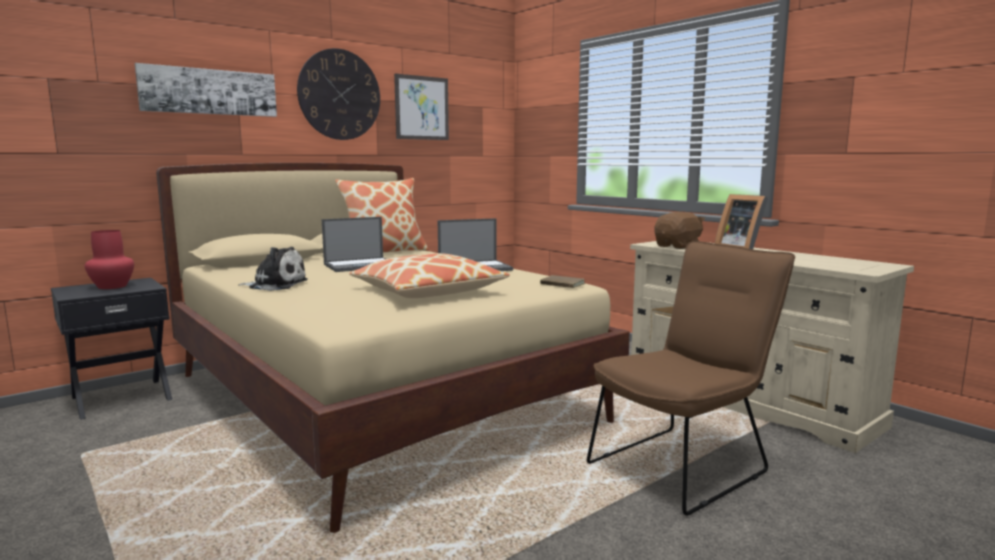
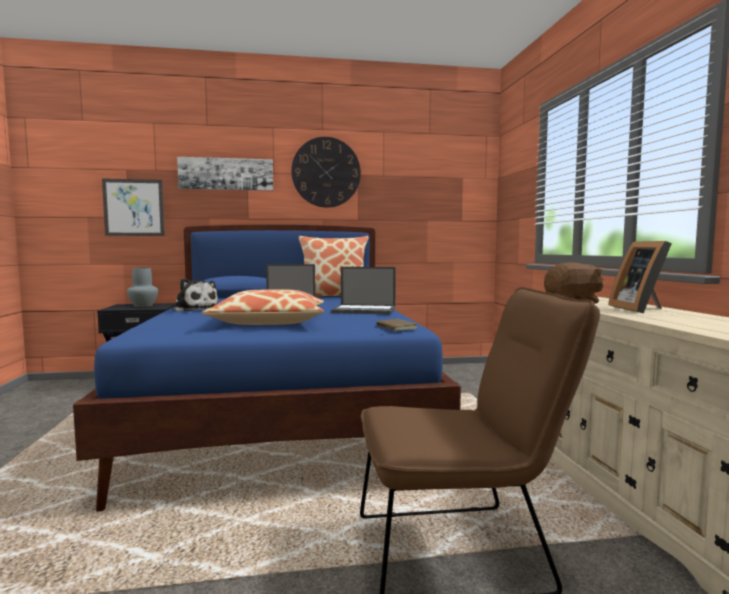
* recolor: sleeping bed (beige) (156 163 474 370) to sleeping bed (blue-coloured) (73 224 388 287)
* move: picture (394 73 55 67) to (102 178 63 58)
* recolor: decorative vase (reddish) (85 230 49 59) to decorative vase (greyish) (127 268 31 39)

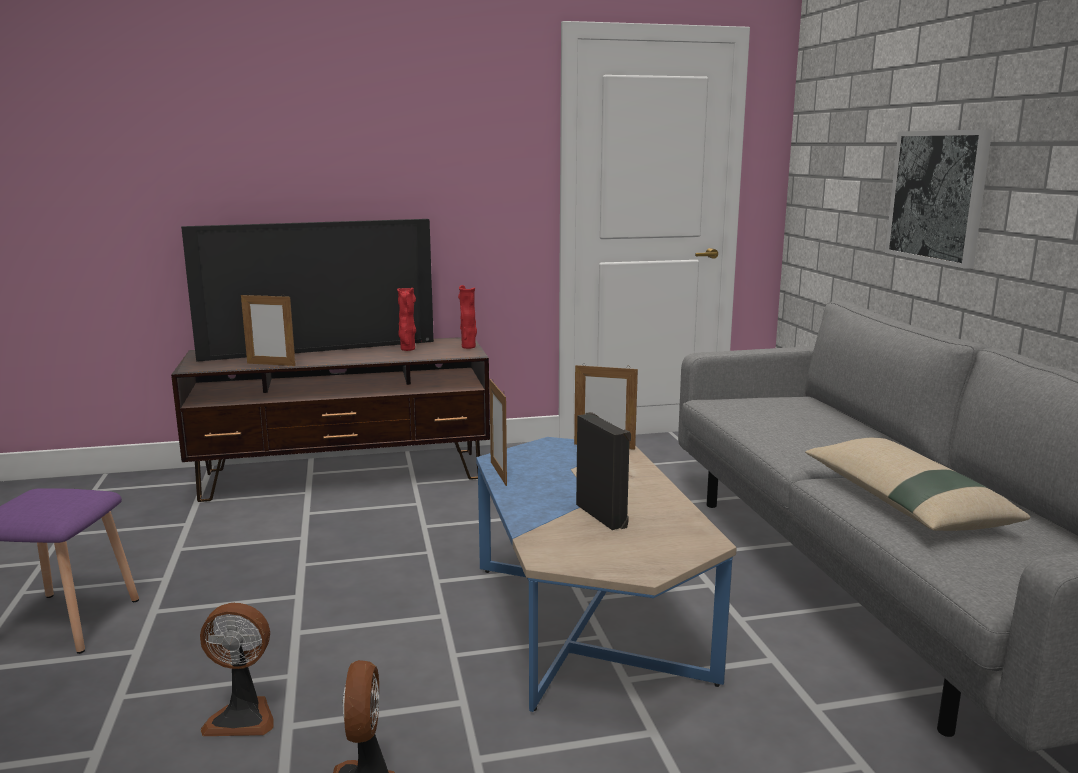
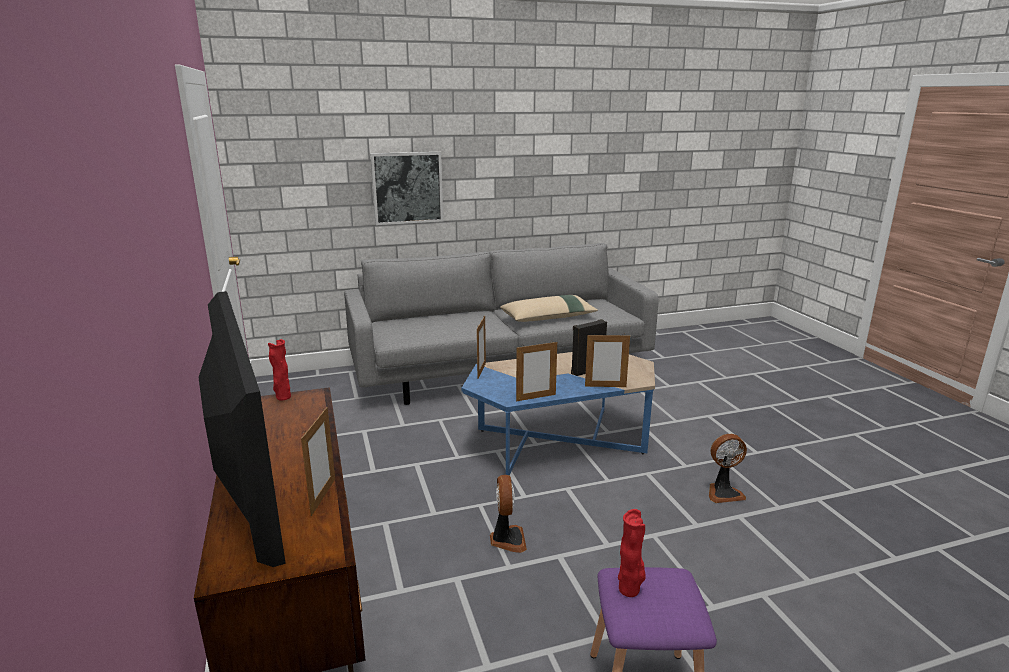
* move: cooling fan (200 603 74 133) to (490 475 37 78)
* insert: picture frame (585 333 45 54)
* move: decorative vase (reddish) (397 288 19 63) to (618 509 28 88)

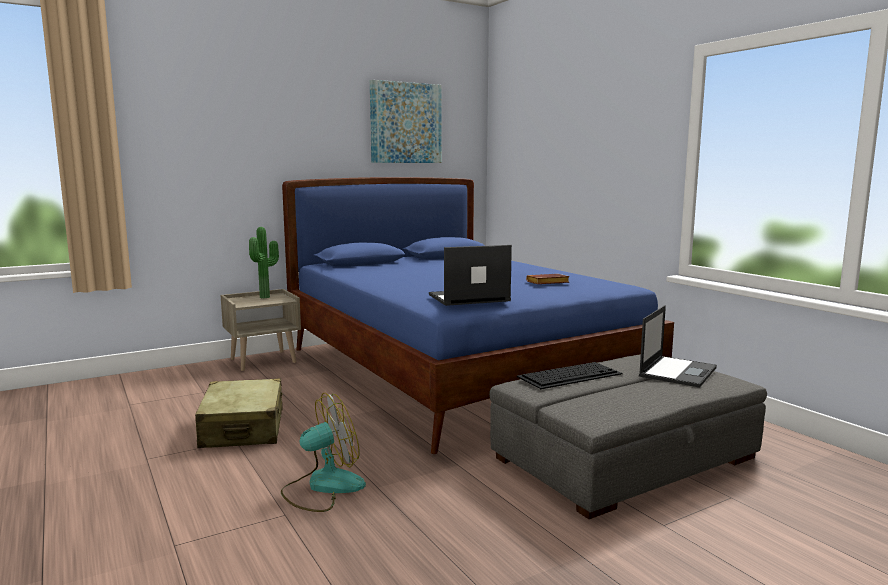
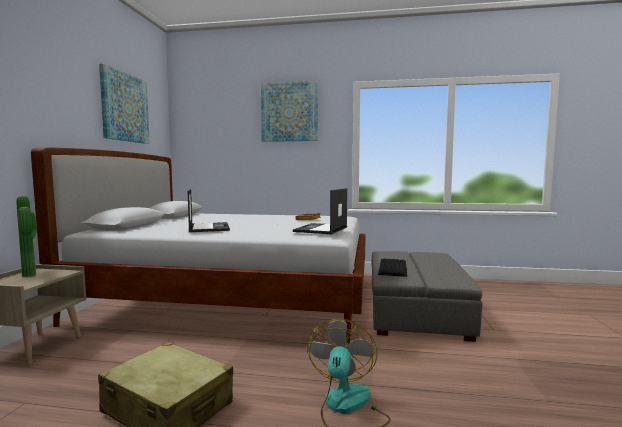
* recolor: sleeping bed (blue-coloured) (282 177 392 277) to sleeping bed (white-coloured) (31 148 335 196)
* move: portable computer (639 305 78 83) to (188 189 42 43)
* insert: picture (261 81 57 61)

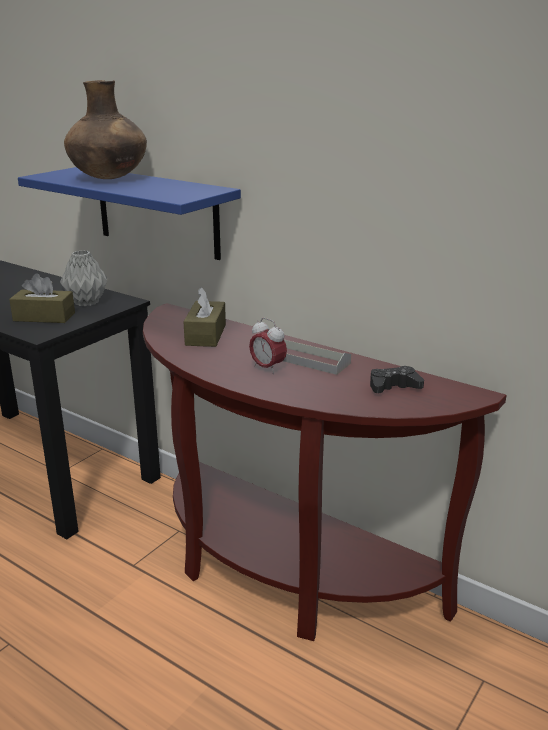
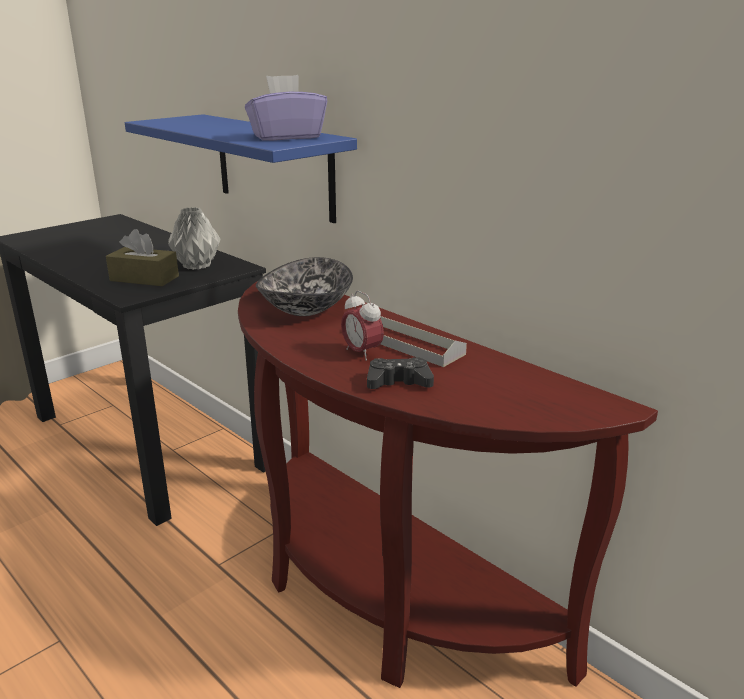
* insert: box of tissues (purple-coloured) (245 75 82 66)
* replace: box of tissues (brownish) (183 287 43 60) to bowl (256 257 97 59)
* move: gamepad (black-coloured) (370 366 54 27) to (367 357 67 32)
* delete: decorative vase (brownish) (64 80 83 99)

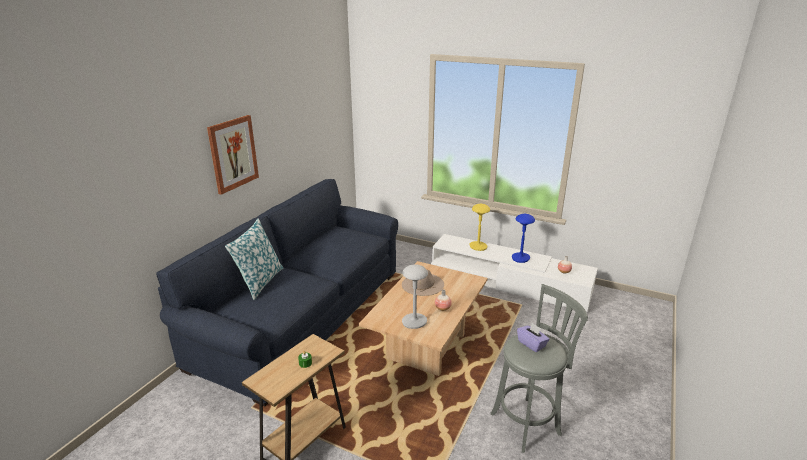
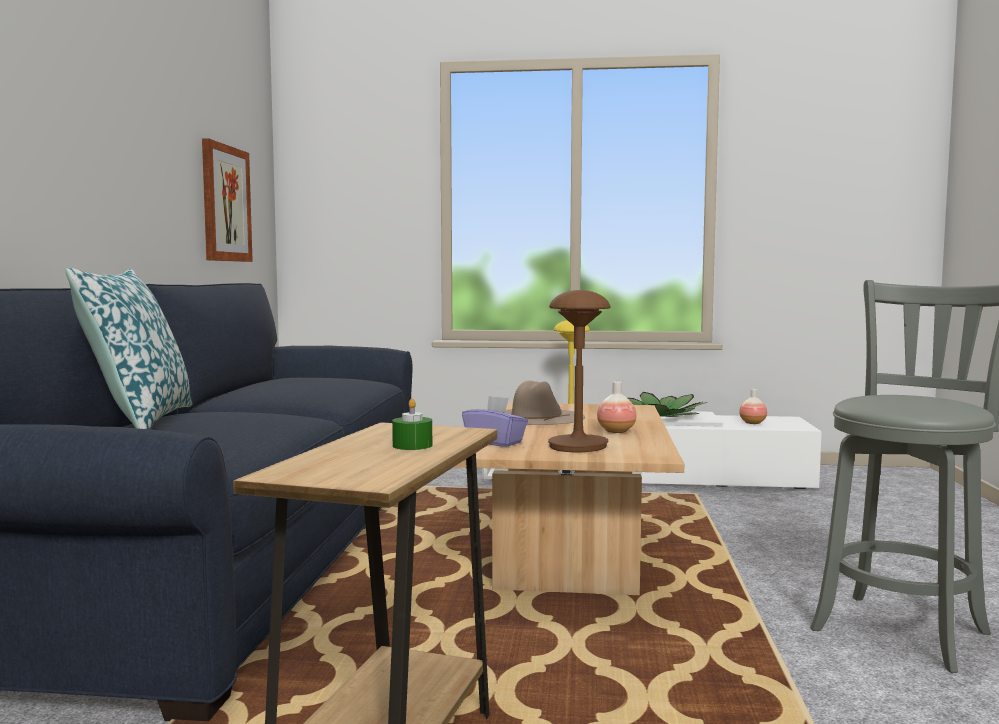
* move: picture (207 115 52 80) to (202 138 51 124)
* move: box of tissues (purple-coloured) (517 323 33 29) to (462 396 66 51)
* recolor: lamp for a table (greyish) (402 264 26 65) to lamp for a table (brownish) (548 290 63 162)
* replace: lamp for a table (blue-coloured) (512 214 23 49) to plant in a pot (628 392 80 25)

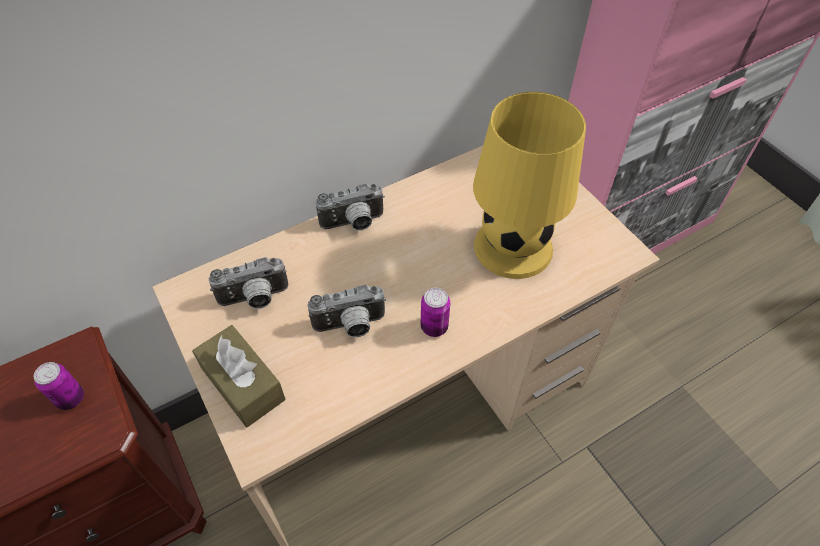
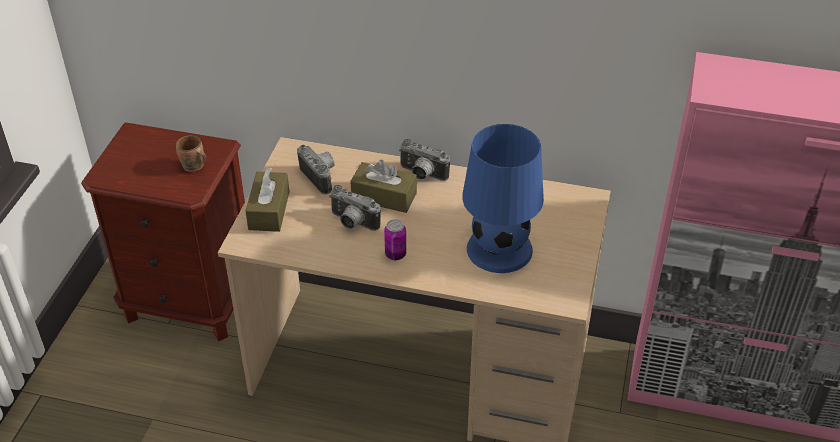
* replace: metal can (34 362 50 48) to tea mug (brownish) (176 135 30 37)
* rotate: photo camera (209 257 79 52) = (297 145 38 50) 150 degrees counterclockwise
* insert: box of tissues (brownish) (350 160 67 53)
* recolor: lamp for a table (yellowish) (473 92 113 187) to lamp for a table (blue-coloured) (462 124 82 149)

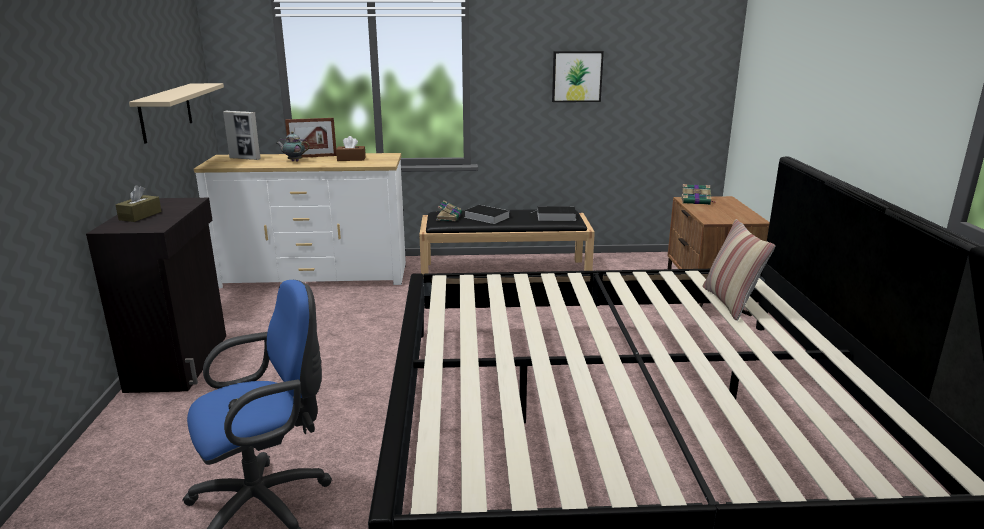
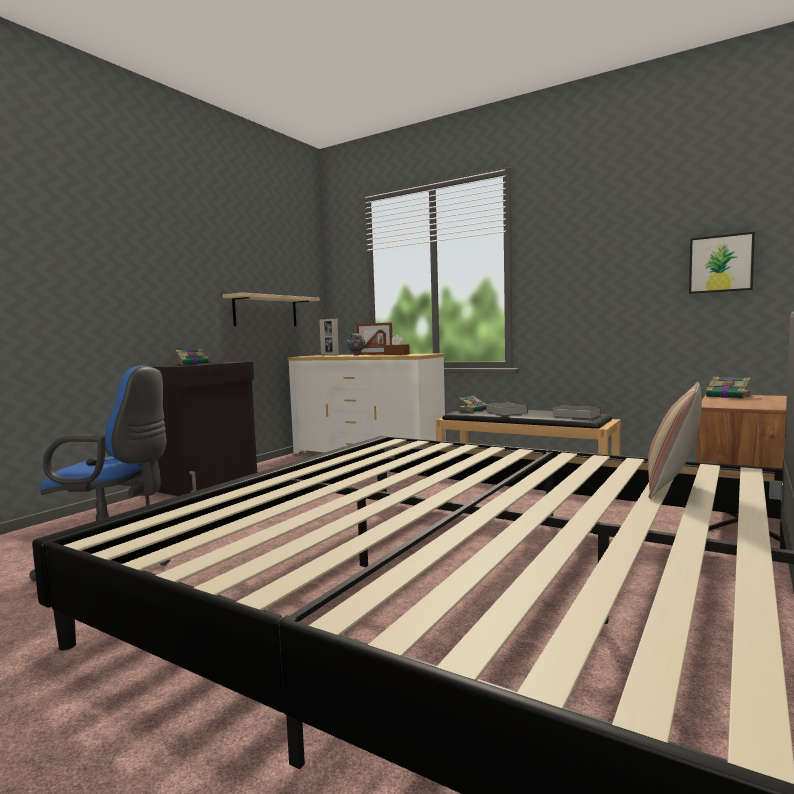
* replace: box of tissues (brownish) (116 185 46 37) to volume (176 349 34 16)
* move: picture (552 51 52 51) to (689 232 66 62)

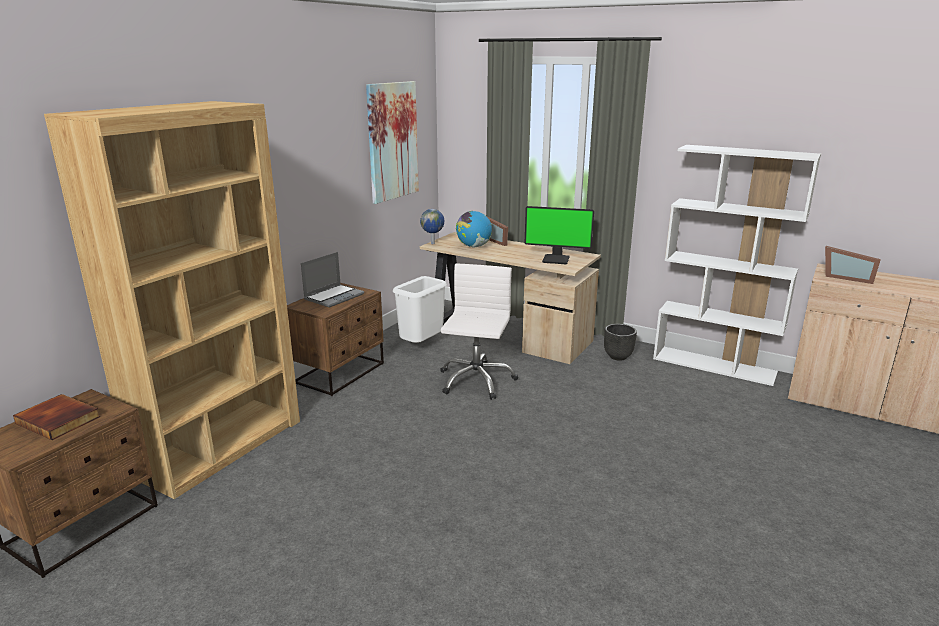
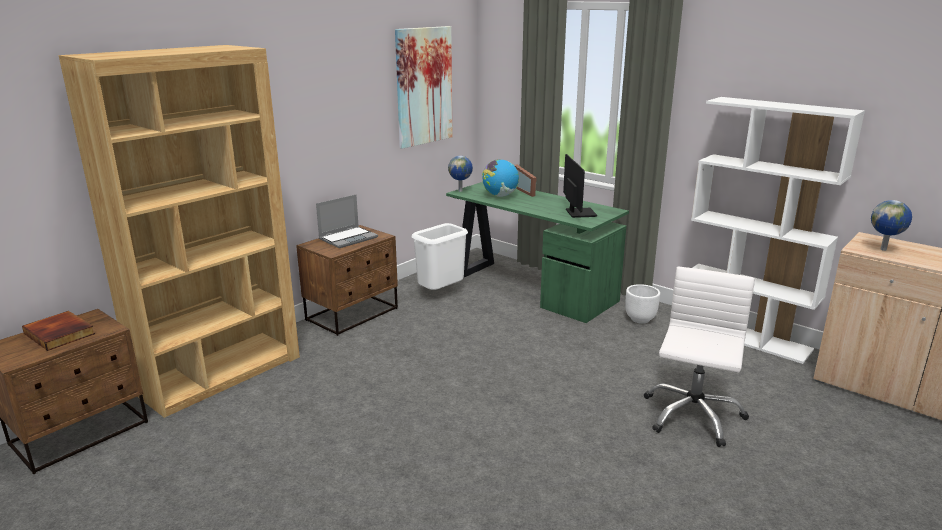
* recolor: desk table (beige) (420 232 181 132) to desk table (green-coloured) (446 182 183 141)
* rotate: computer display (525 206 69 58) = (563 154 34 64) 120 degrees counterclockwise
* recolor: flower pot (black-coloured) (604 324 33 37) to flower pot (white-coloured) (625 284 35 40)
* move: computer chair (white-coloured) (440 264 78 136) to (644 267 111 180)
* replace: picture frame (825 246 56 38) to globe (871 200 41 51)

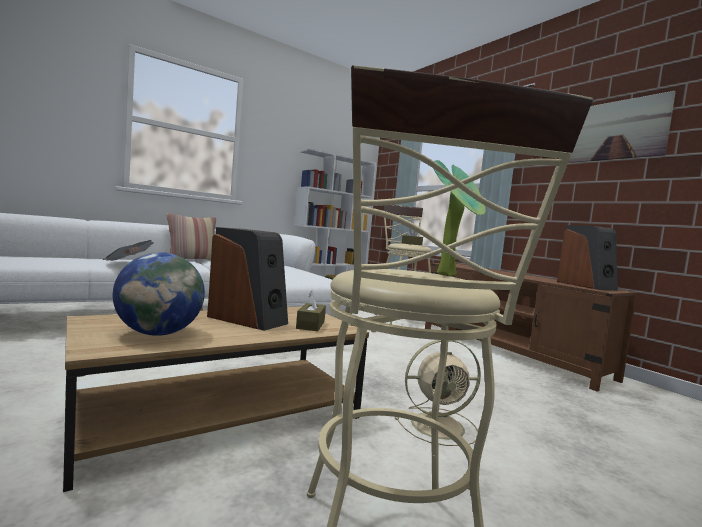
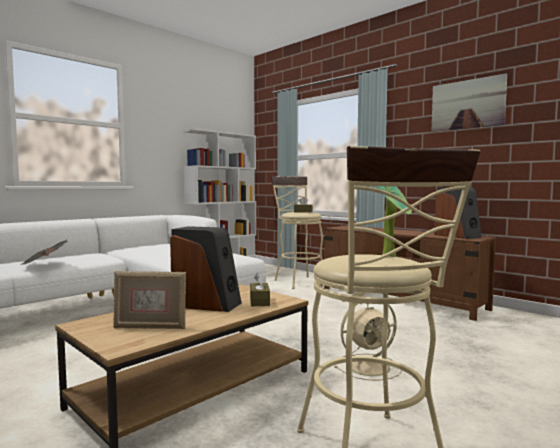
* replace: globe (113 252 92 84) to picture frame (113 271 73 58)
* delete: throw pillow (167 213 49 47)

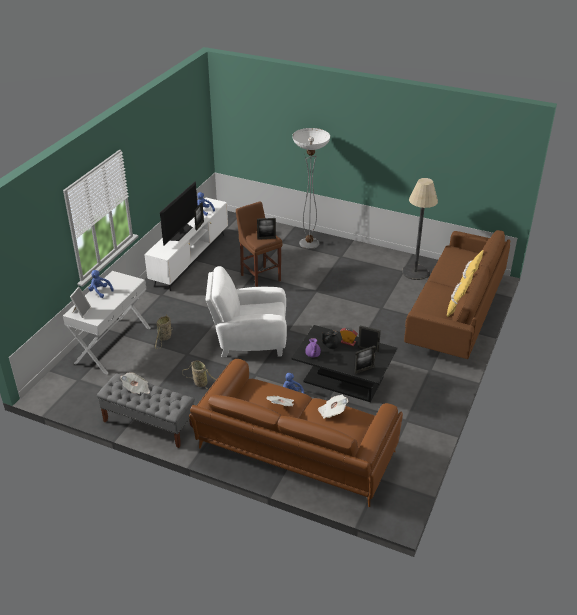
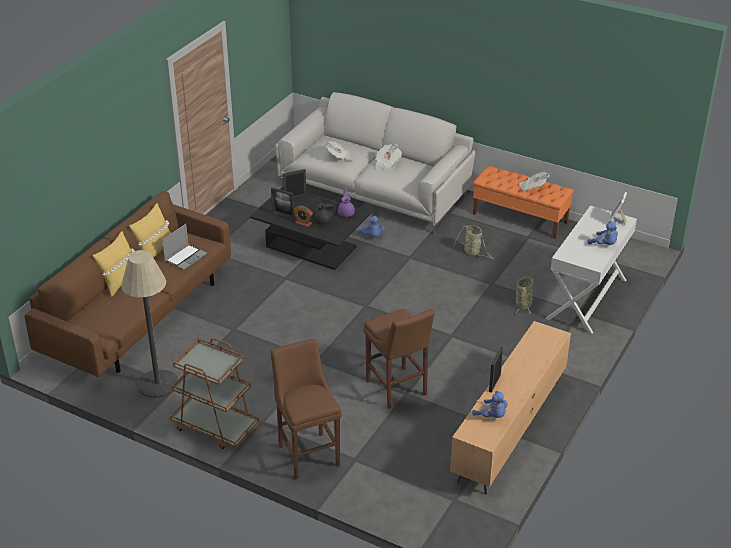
* insert: portable computer (162 224 45 46)
* insert: wheeled cart (brownish) (170 338 89 111)
* replace: standard lamp (292 128 38 121) to stool seat (brownish) (271 338 71 142)
* recolor: couch (brownish) (189 359 214 148) to couch (greyish) (275 92 200 142)
* recolor: tv unit (white-coloured) (144 198 84 93) to tv unit (brownish) (450 321 121 173)
* recolor: long seat (greyish) (97 373 98 75) to long seat (orange) (473 166 101 73)
* delete: TV set (160 181 38 65)
* delete: lounge chair (white-coloured) (206 266 81 91)
* delete: picture frame (257 218 19 22)

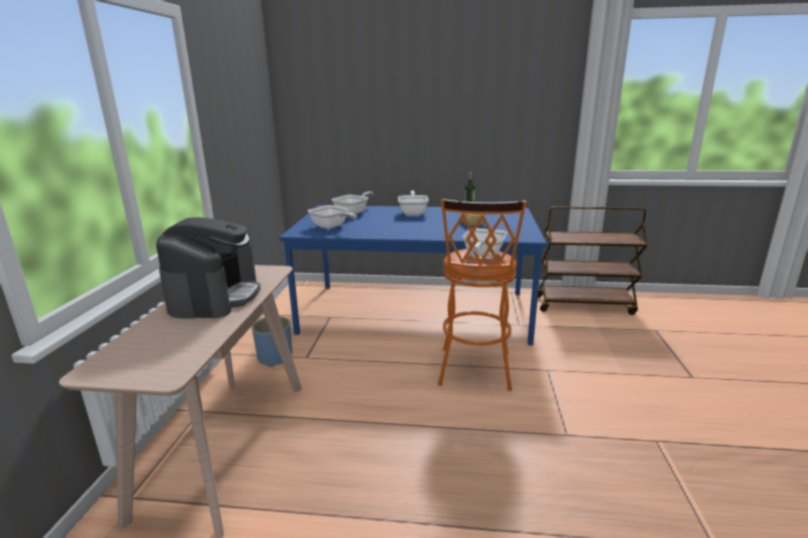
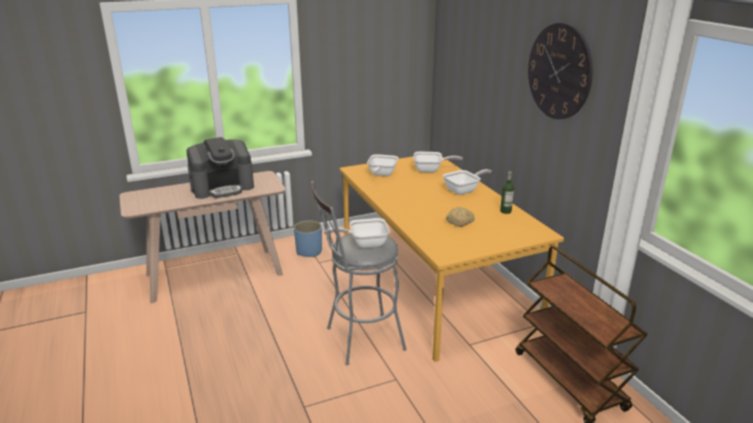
* recolor: stool seat (orange) (438 199 88 192) to stool seat (greyish) (311 181 96 184)
* recolor: dining table (blue-coloured) (279 205 268 140) to dining table (orange) (340 156 224 206)
* insert: clock on the wall (528 23 65 96)

